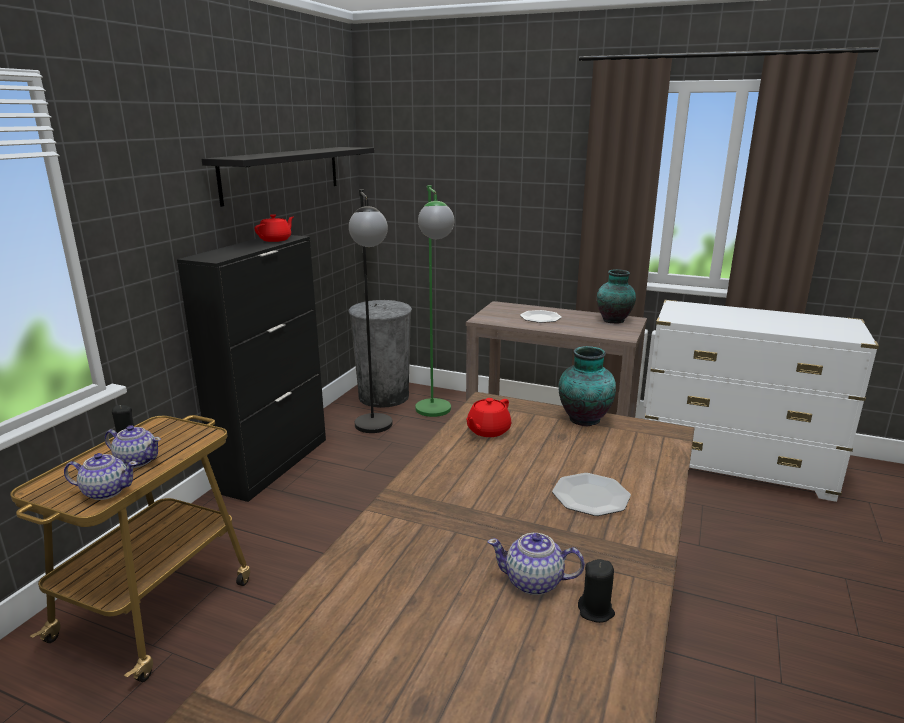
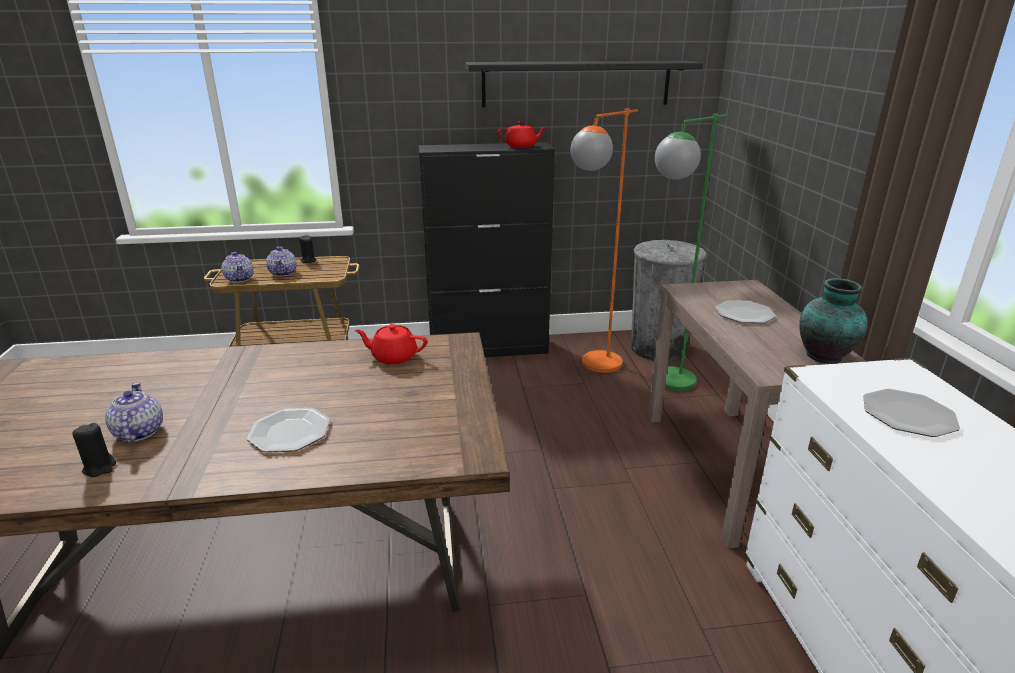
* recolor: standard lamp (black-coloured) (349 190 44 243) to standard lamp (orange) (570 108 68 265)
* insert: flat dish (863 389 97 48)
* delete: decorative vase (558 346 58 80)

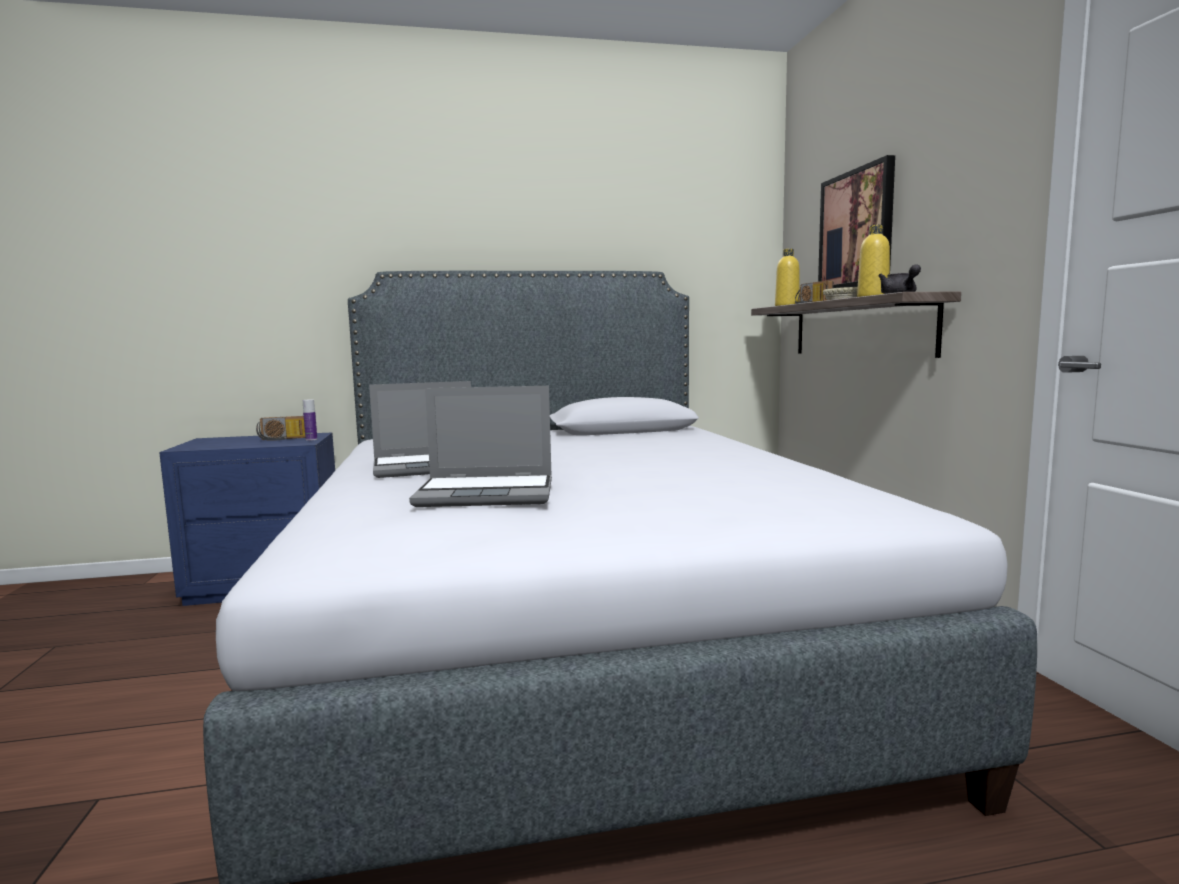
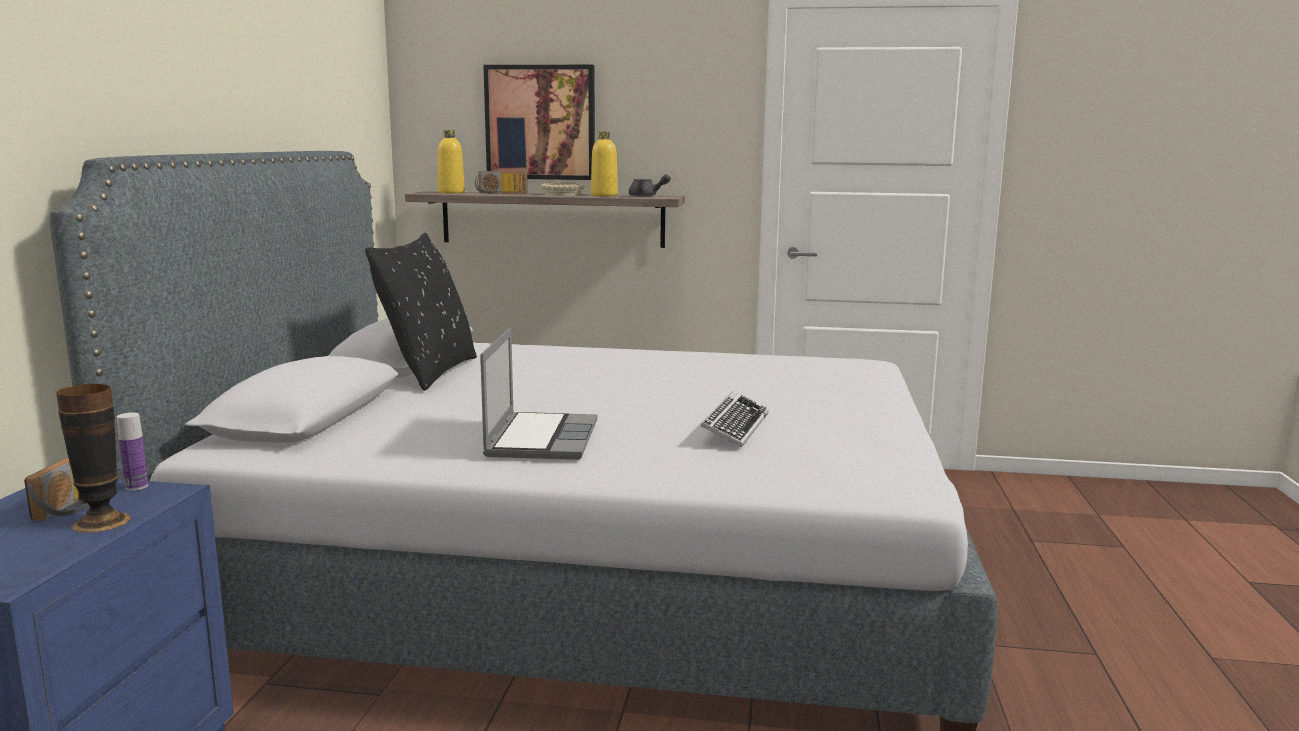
* insert: decorative vase (56 384 75 149)
* insert: throw pillow (black-coloured) (365 233 112 158)
* replace: portable computer (409 386 143 121) to keyboard (701 392 68 55)

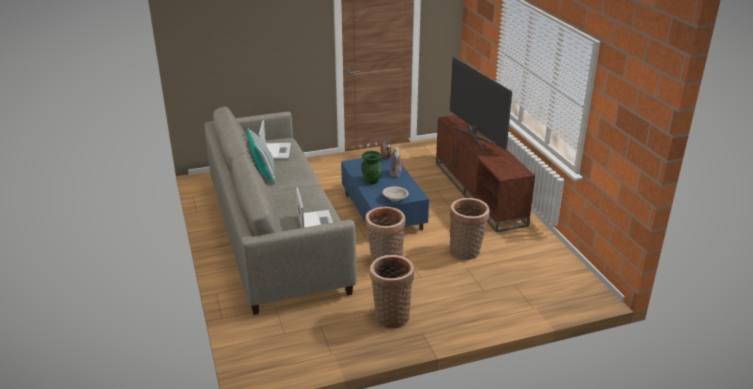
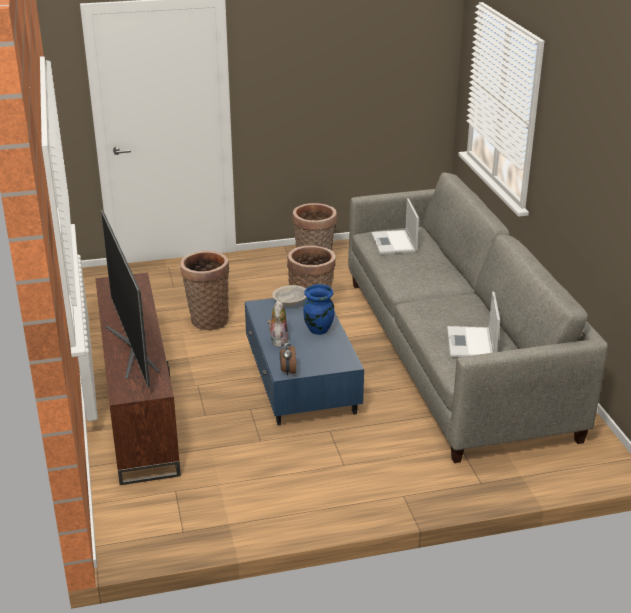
* recolor: decorative vase (green-coloured) (361 151 21 34) to decorative vase (blue-coloured) (303 284 32 51)
* delete: throw pillow (248 128 27 55)

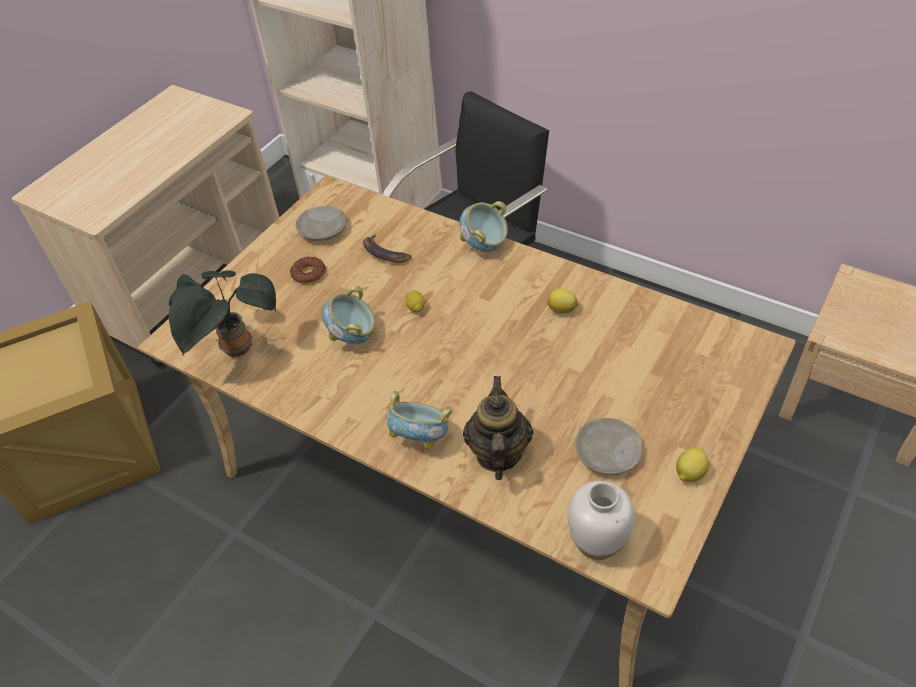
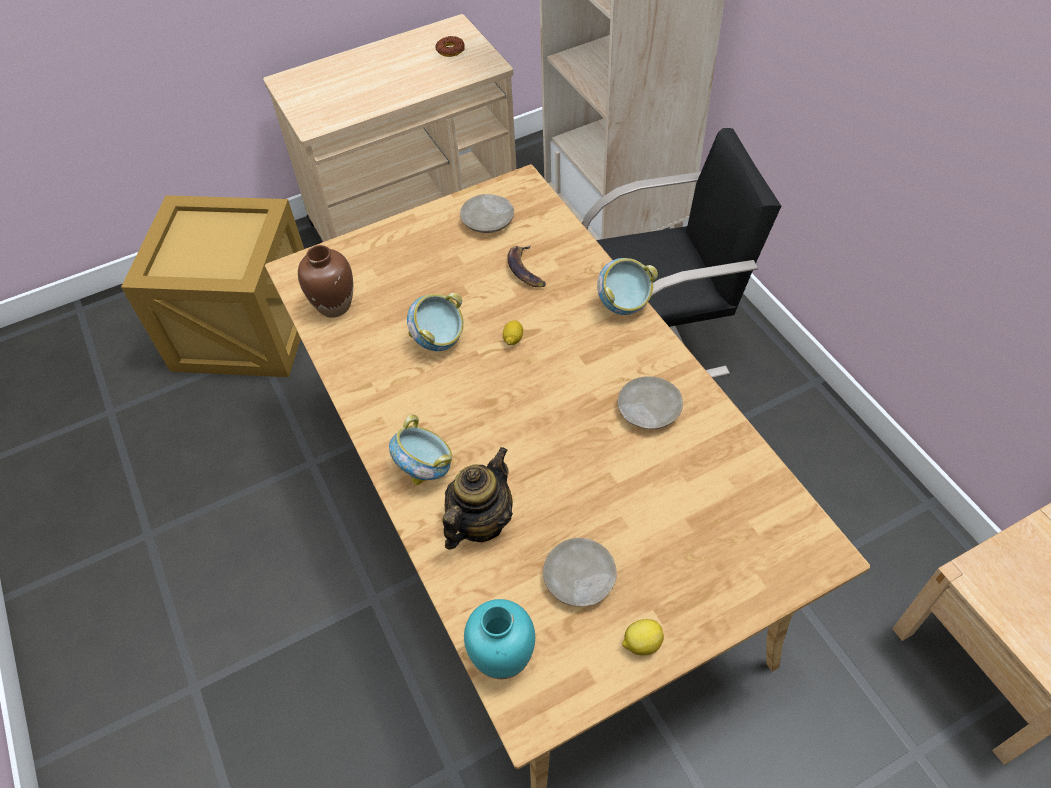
* replace: plant in a pot (169 270 107 87) to decorative vase (brownish) (298 245 55 73)
* move: doughnut (290 257 36 27) to (435 36 30 21)
* recolor: decorative vase (white-coloured) (567 481 68 79) to decorative vase (turquoise-coloured) (464 599 71 80)
* replace: whole lemon (547 288 32 26) to flat dish (beige) (618 376 65 53)

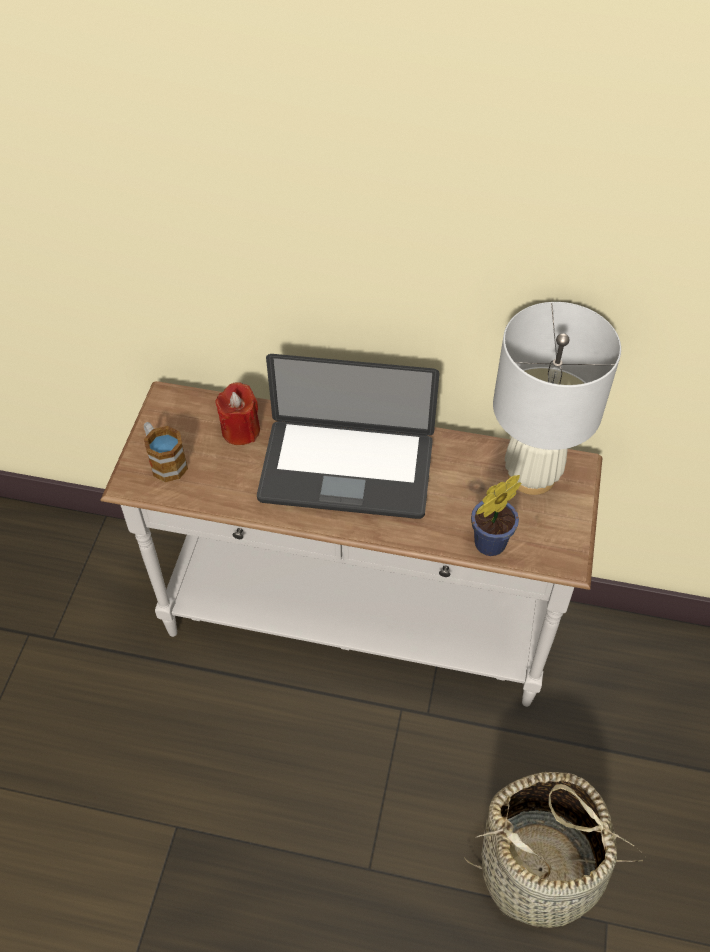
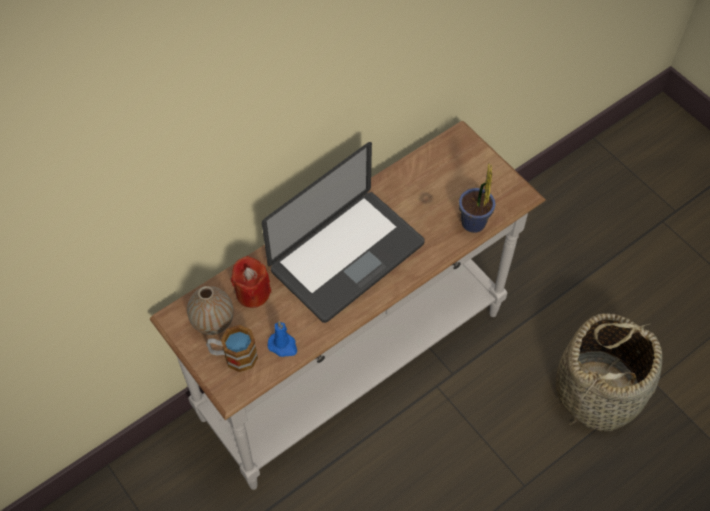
* insert: decorative vase (187 286 47 49)
* insert: wax light (blue-coloured) (268 321 29 36)
* delete: lamp for a table (white-coloured) (493 302 128 193)

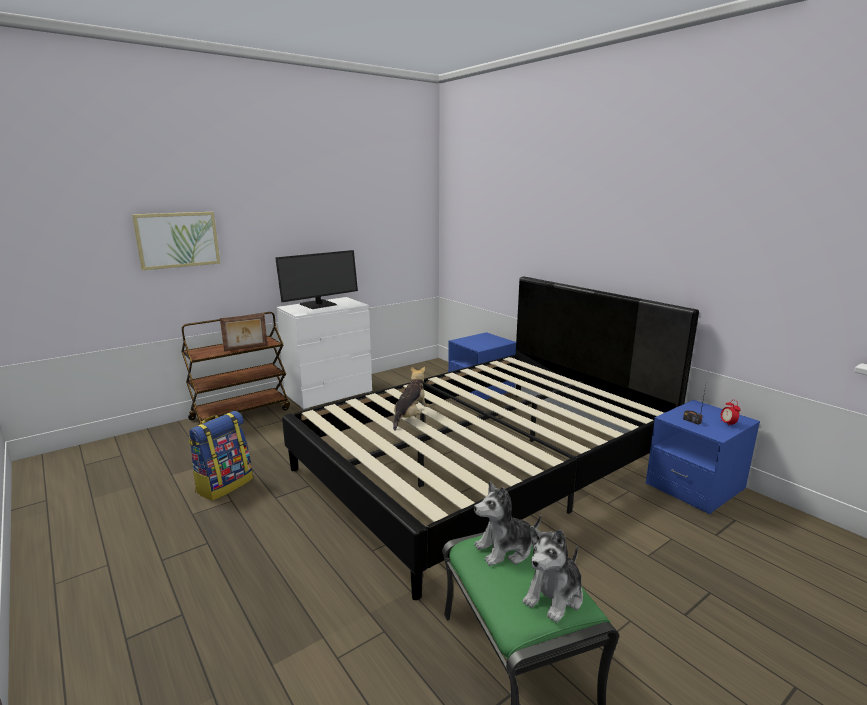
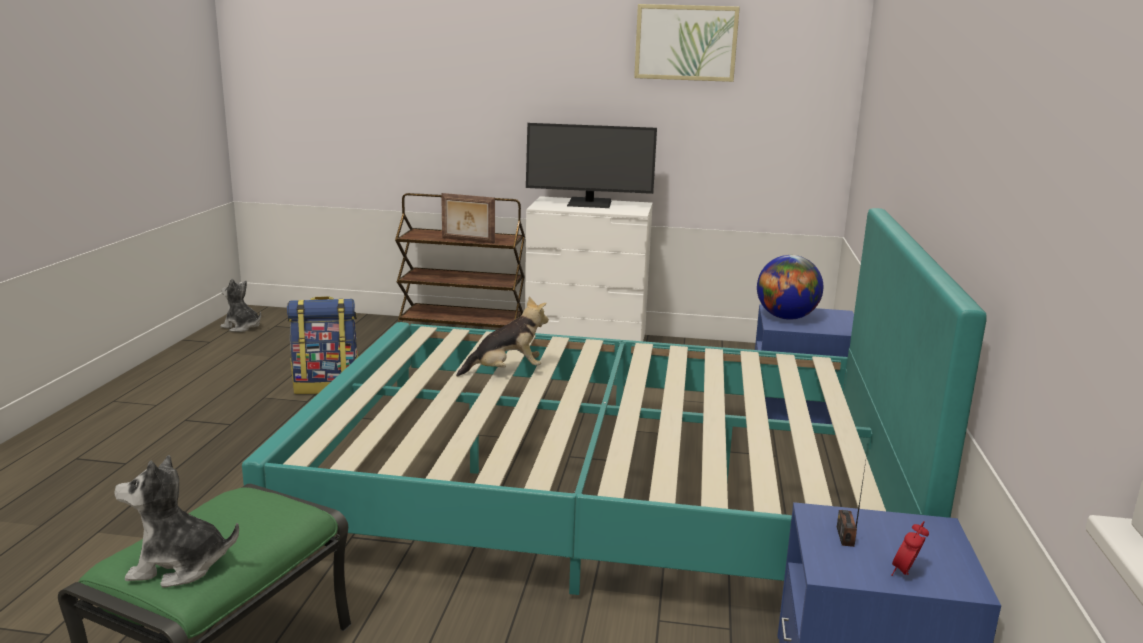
* move: cuddly toy (474 481 67 85) to (220 278 41 54)
* recolor: sleeping bed (black-coloured) (282 277 417 323) to sleeping bed (turquoise-coloured) (242 208 745 387)
* move: picture (132 212 88 58) to (634 4 106 78)
* insert: globe (757 255 66 65)

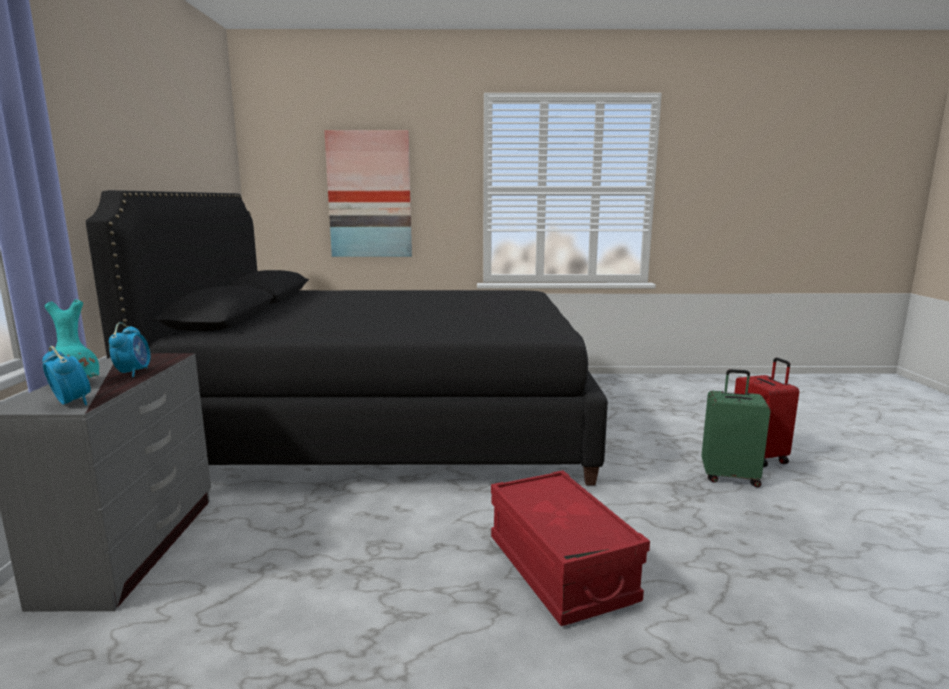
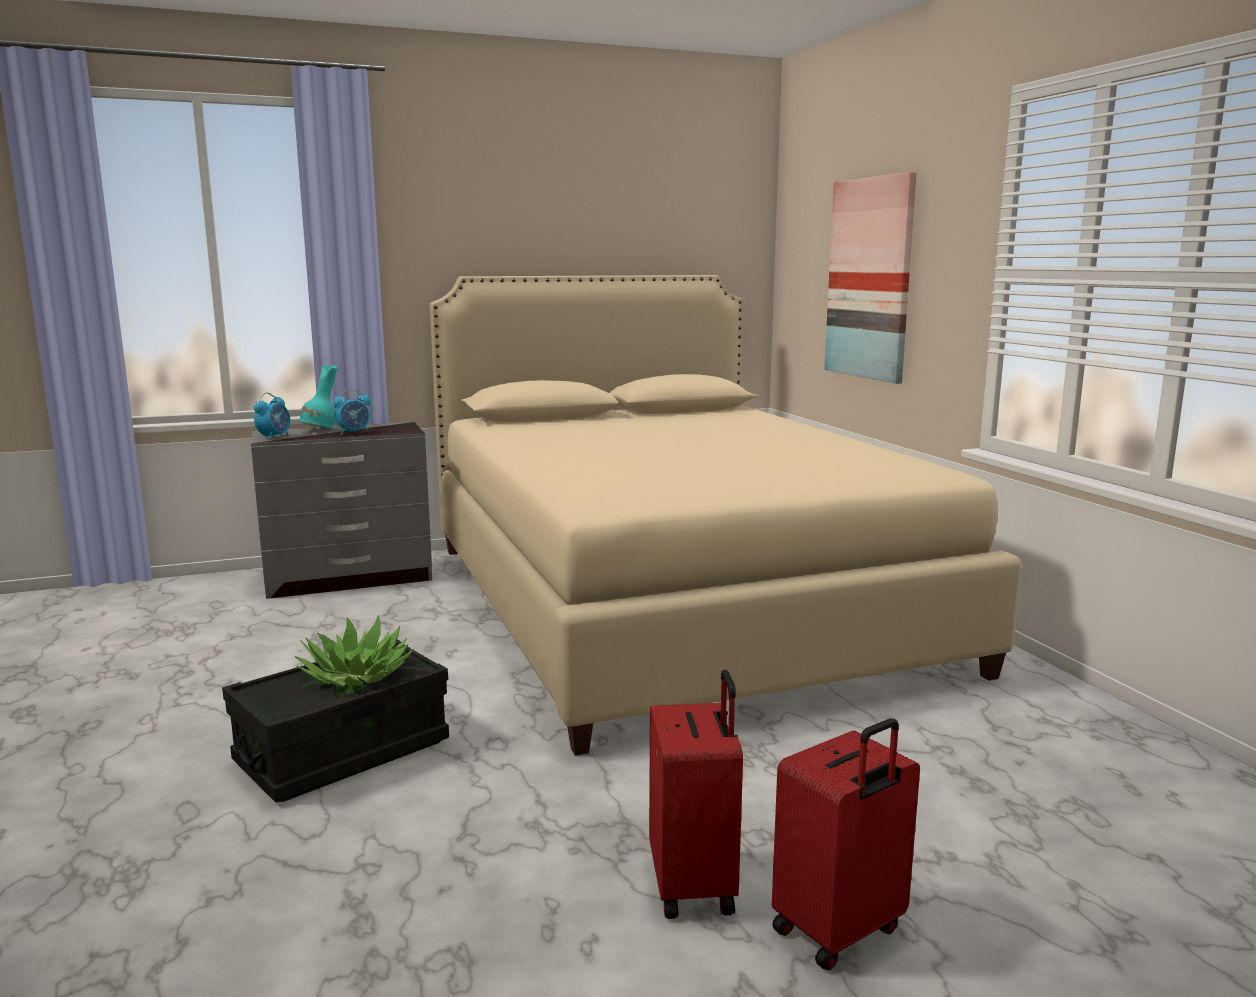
* recolor: storage bin (reddish) (491 470 159 156) to storage bin (black-coloured) (222 640 227 163)
* insert: plant in a pot (295 615 119 72)
* recolor: sleeping bed (black-coloured) (86 190 522 296) to sleeping bed (beige) (430 275 592 481)
* recolor: suitcase (green-coloured) (701 369 70 118) to suitcase (reddish) (649 670 94 249)

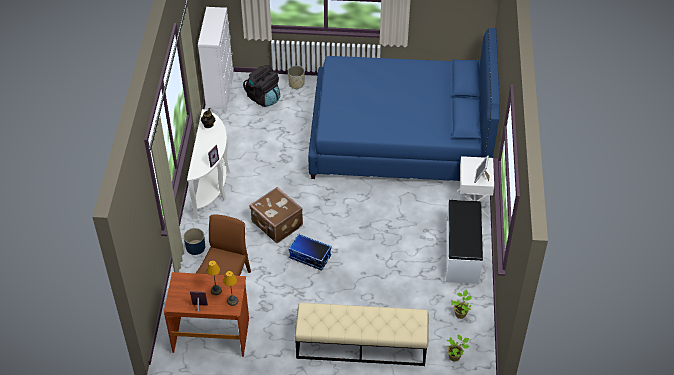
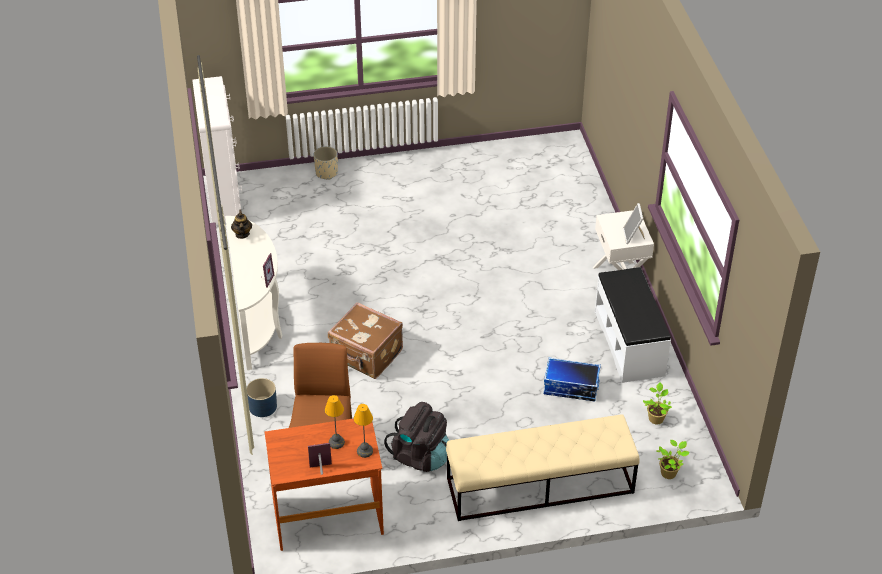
* move: backpack (black-coloured) (243 65 37 42) to (384 402 65 70)
* move: storage bin (288 233 44 38) to (544 358 57 43)
* delete: sleeping bed (blue-coloured) (308 28 192 153)

